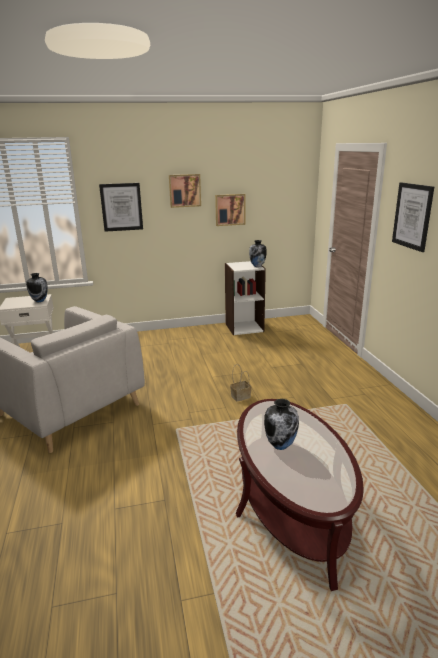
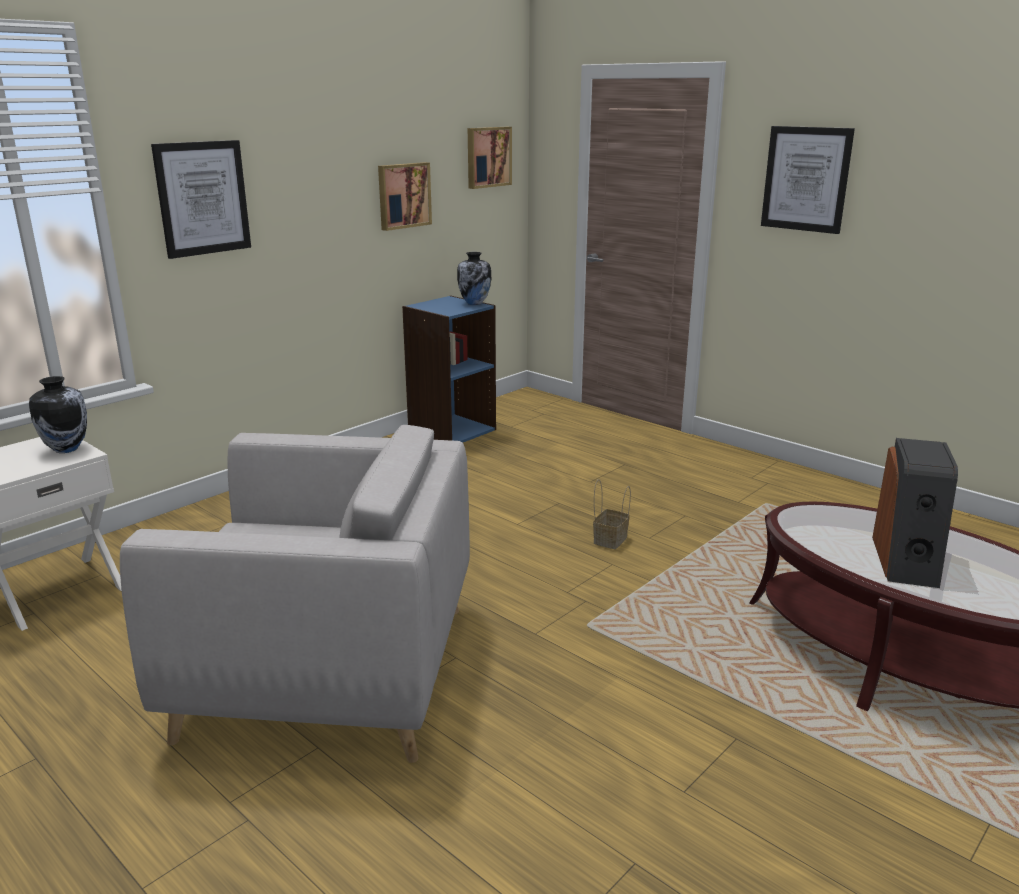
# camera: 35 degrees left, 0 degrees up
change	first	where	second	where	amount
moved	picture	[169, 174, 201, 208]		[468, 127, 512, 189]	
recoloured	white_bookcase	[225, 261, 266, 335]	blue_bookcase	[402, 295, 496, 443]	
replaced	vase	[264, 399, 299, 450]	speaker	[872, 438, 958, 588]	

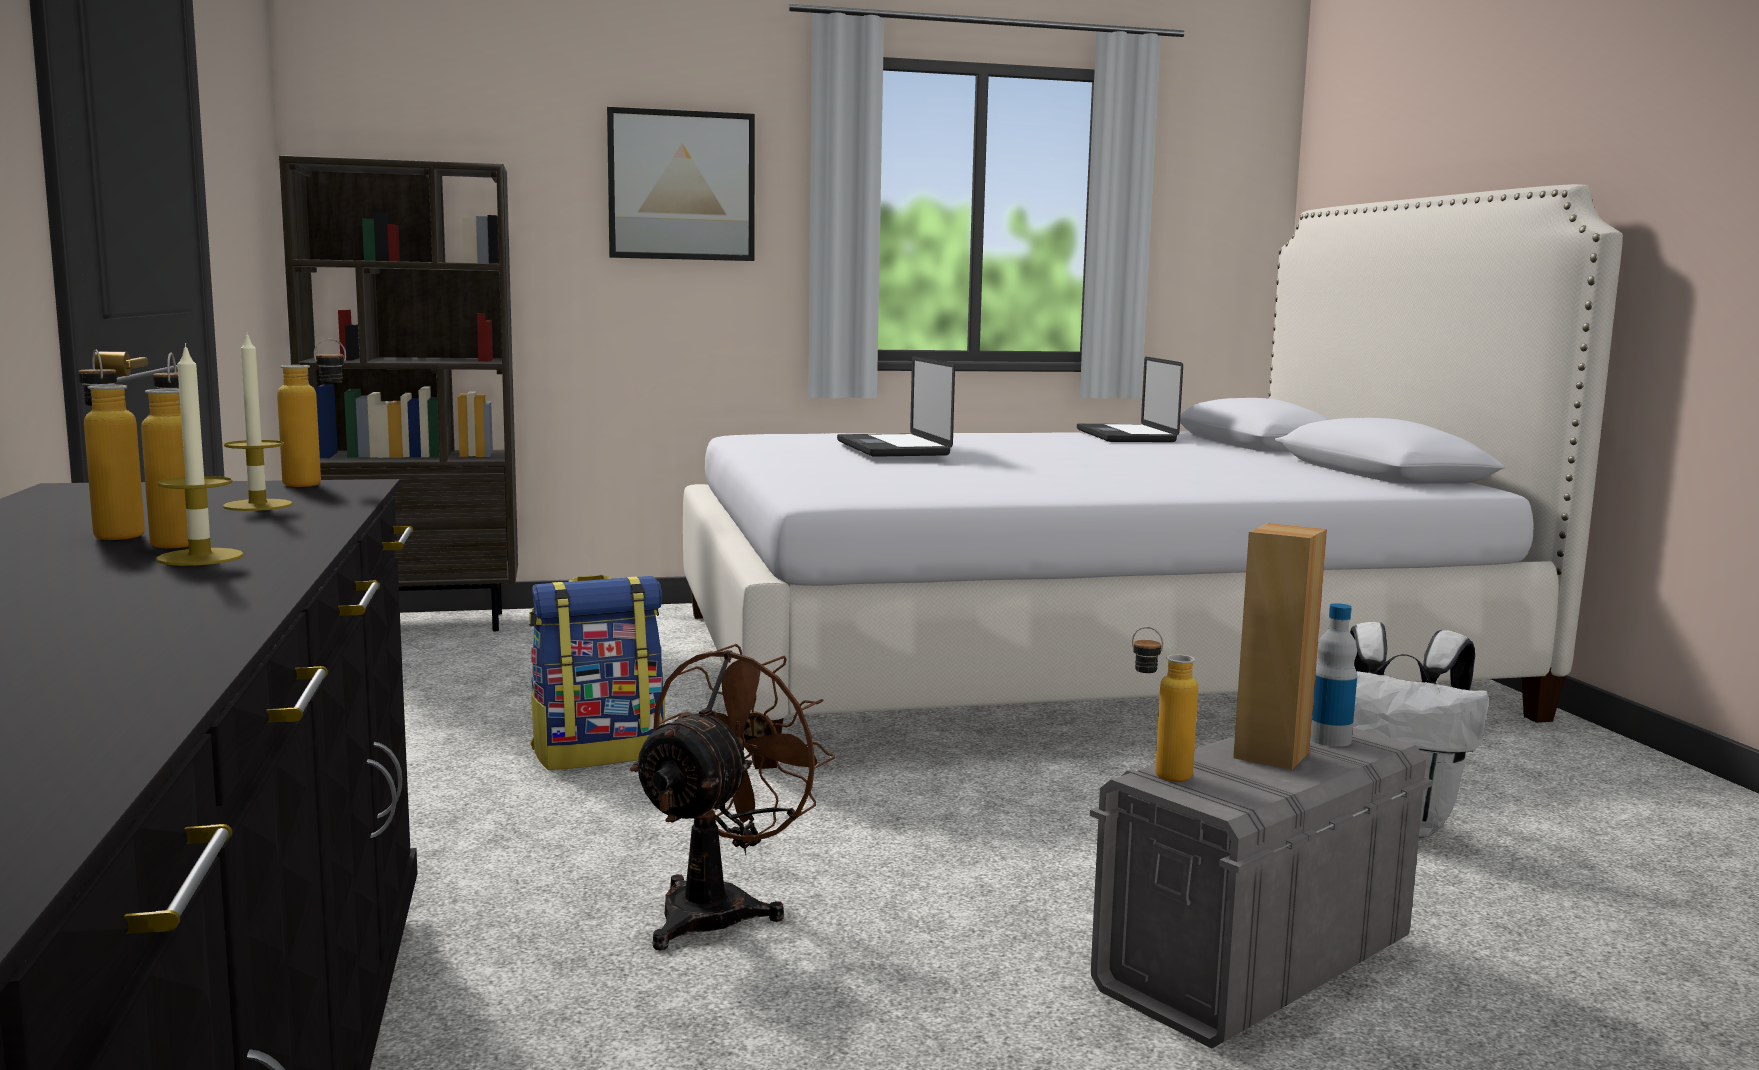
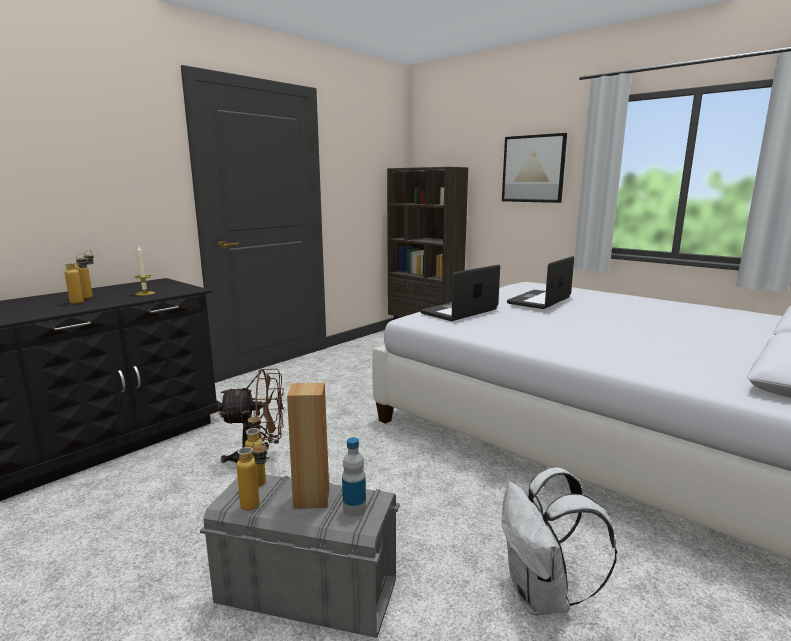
# camera: 55 degrees right, 5 degrees up
change	first	where	second	where	amount
removed	candle	[156, 343, 244, 566]			
moved	bottle	[277, 339, 346, 487]		[236, 441, 267, 511]	
removed	backpack	[529, 575, 665, 770]			
moved	laptop	[1077, 357, 1183, 442]		[421, 265, 500, 321]	

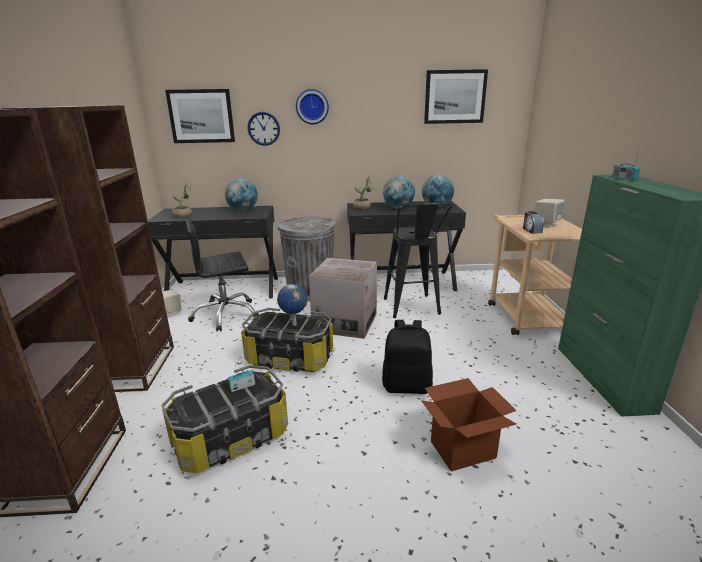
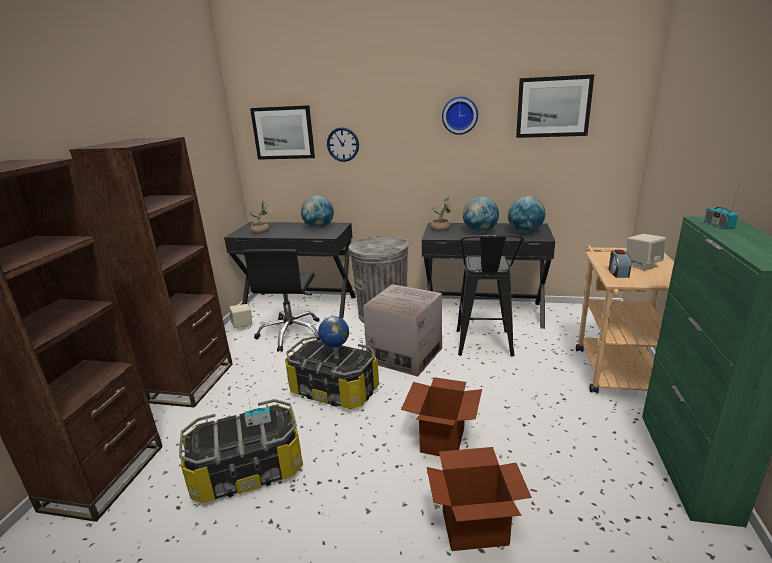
# camera: 15 degrees right, 0 degrees up
change	first	where	second	where	amount
turned	black_office_chair	[186, 219, 259, 331]		[243, 249, 320, 352]	75 degrees counterclockwise
moved	wall_clock	[296, 89, 329, 124]		[442, 97, 478, 135]	
replaced	black_backpack	[382, 320, 433, 394]	cardboard_box	[401, 377, 482, 456]	

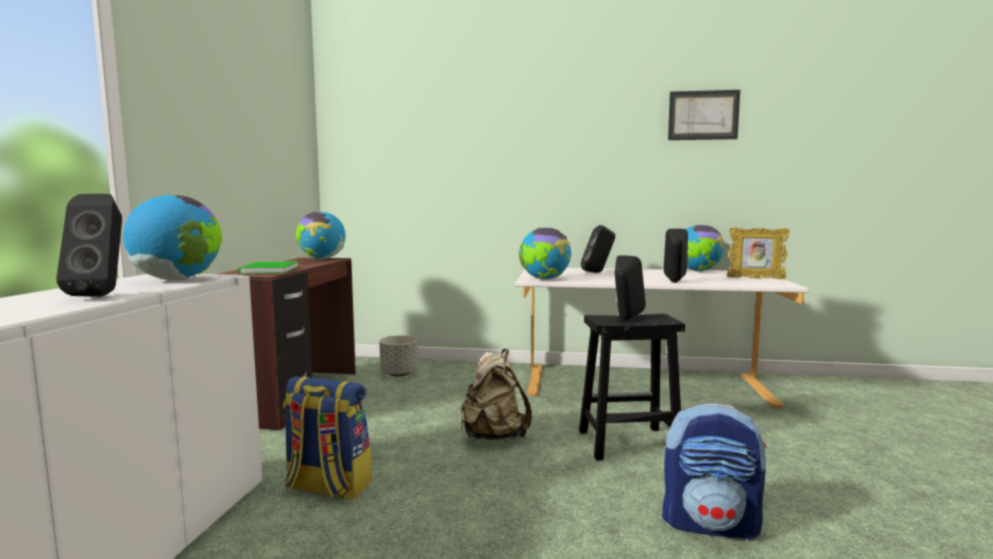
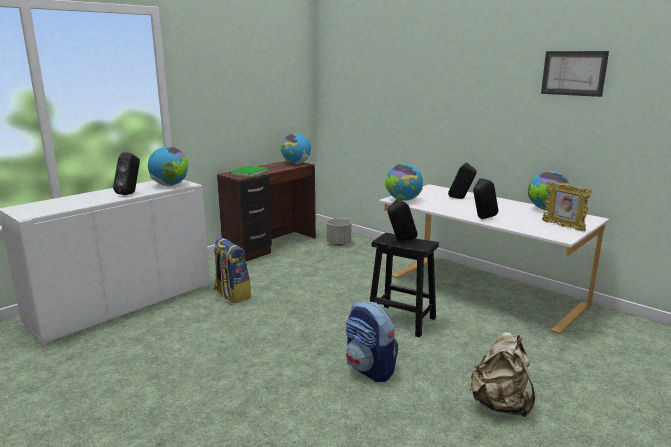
# camera: 35 degrees right, 10 degrees up
change	first	where	second	where	amount
moved	beige_backpack	[461, 349, 532, 440]		[469, 332, 535, 417]	

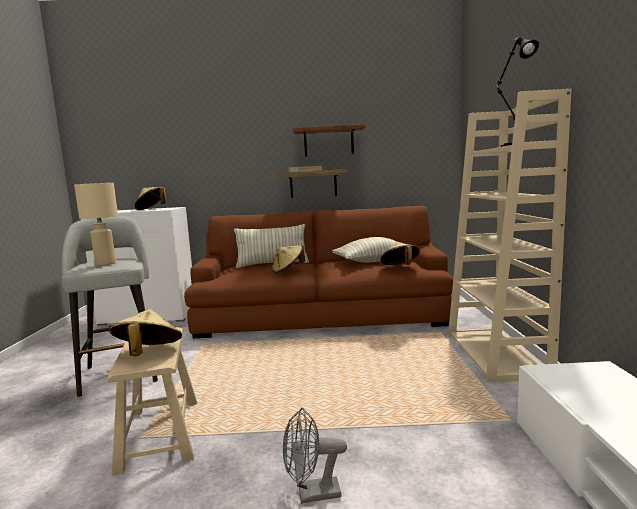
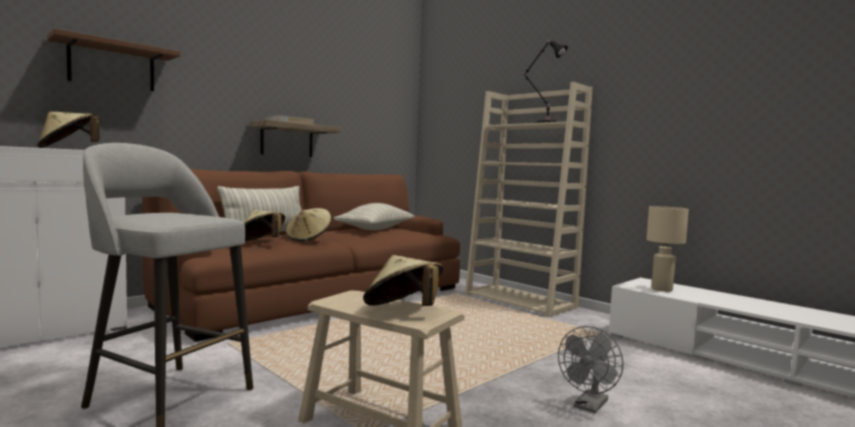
# camera: 45 degrees left, 5 degrees down
change	first	where	second	where	amount
moved	beige_table_lamp	[74, 183, 118, 266]		[646, 206, 689, 292]	
moved	brown_shelf	[293, 124, 365, 157]		[47, 28, 181, 91]	
moved	beige_hat	[381, 242, 420, 265]		[243, 210, 285, 241]	

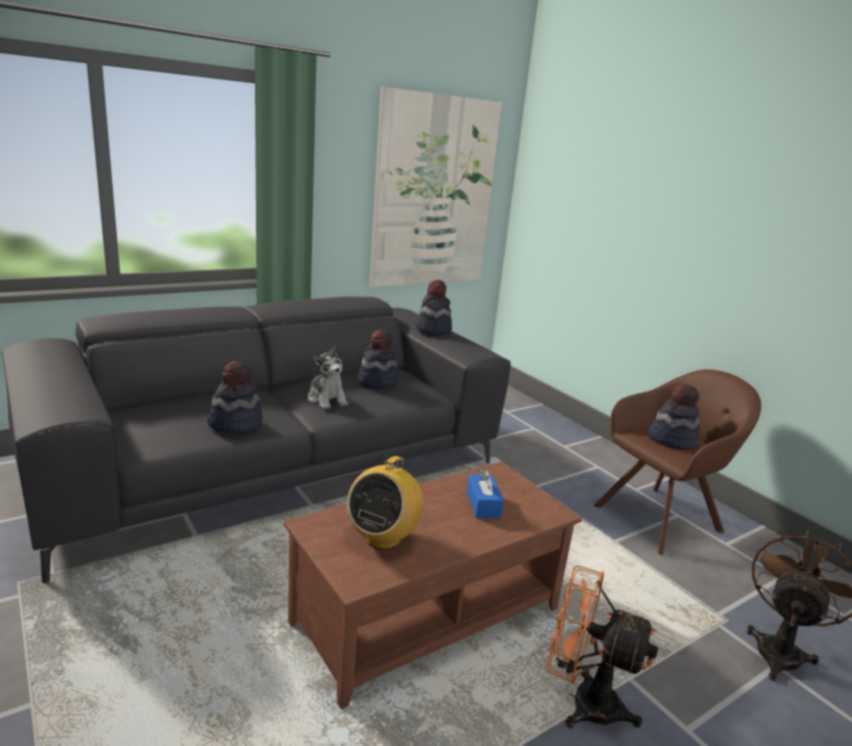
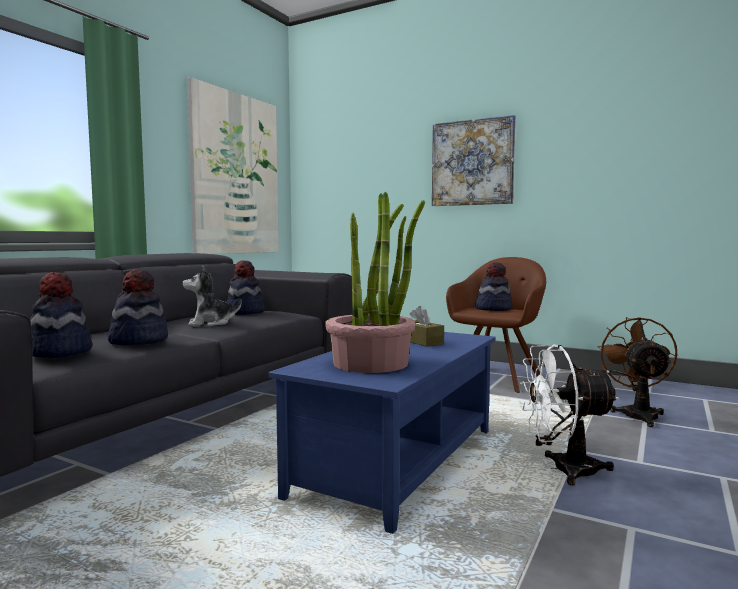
# camera: 25 degrees left, 15 degrees down
change	first	where	second	where	amount
recoloured	brown_coffee_table	[284, 462, 582, 709]	blue_coffee_table	[269, 332, 496, 534]	
turned	plush_toy	[308, 346, 348, 409]		[183, 266, 242, 326]	135 degrees clockwise
replaced	radio	[347, 454, 424, 549]	potted_plant	[325, 192, 425, 373]	
moved	hat	[416, 280, 452, 336]		[30, 272, 93, 358]	
recoloured	blue_tissue_box	[467, 469, 504, 518]	brown_tissue_box	[409, 306, 444, 347]	
recoloured	orange_fan	[546, 565, 658, 729]	white_fan	[520, 344, 619, 486]	
added			picture	[432, 115, 516, 206]	

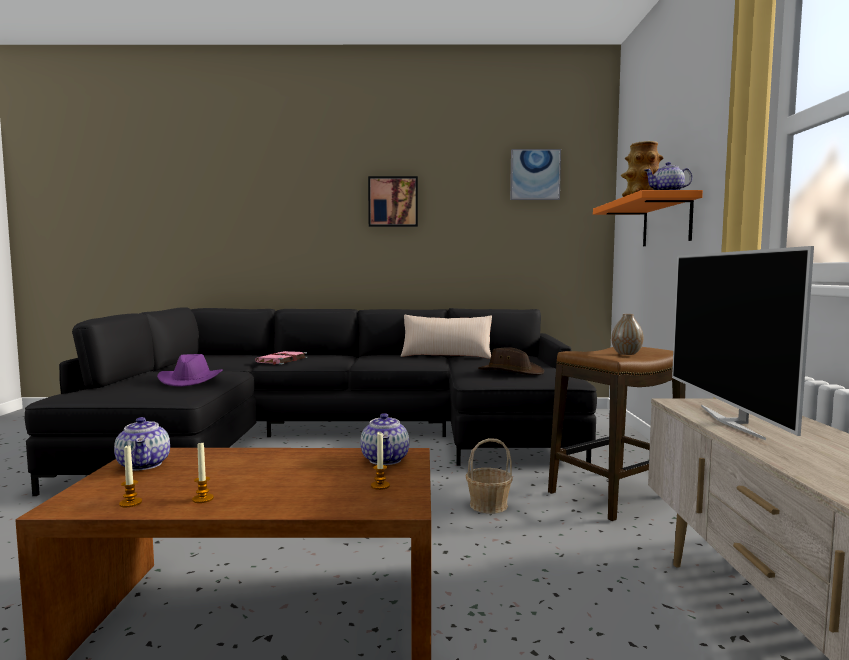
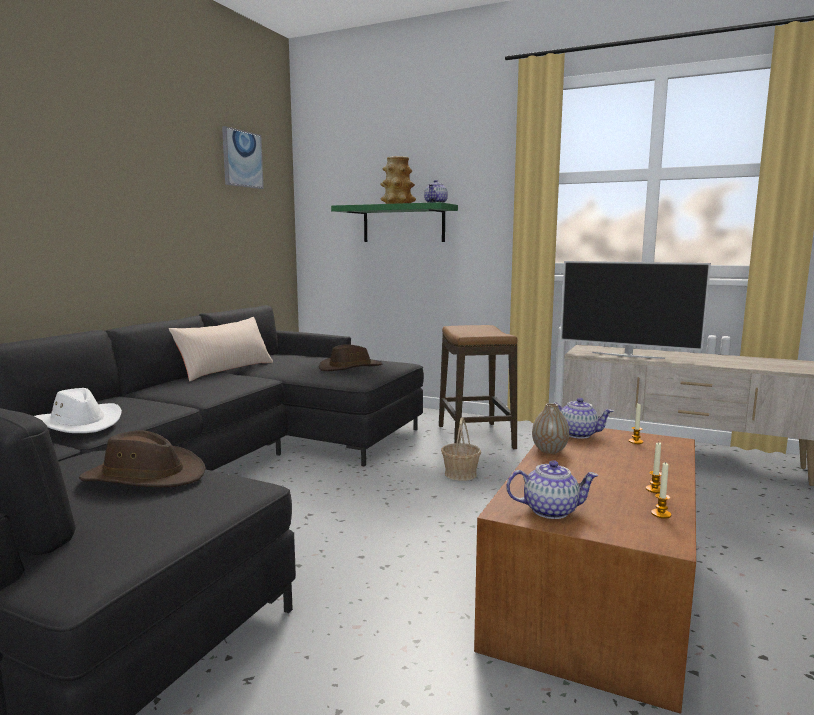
# camera: 65 degrees left, 5 degrees up
change	first	where	second	where	amount
recoloured	purple_hat	[157, 354, 223, 387]	brown_hat	[79, 430, 206, 487]	
replaced	pink_book	[255, 351, 307, 365]	white_hat	[35, 388, 122, 433]	
removed	picture	[368, 176, 418, 227]			
recoloured	orange_shelf	[593, 190, 703, 246]	green_shelf	[331, 202, 458, 242]	
moved	vase	[611, 314, 643, 355]		[532, 403, 569, 454]	

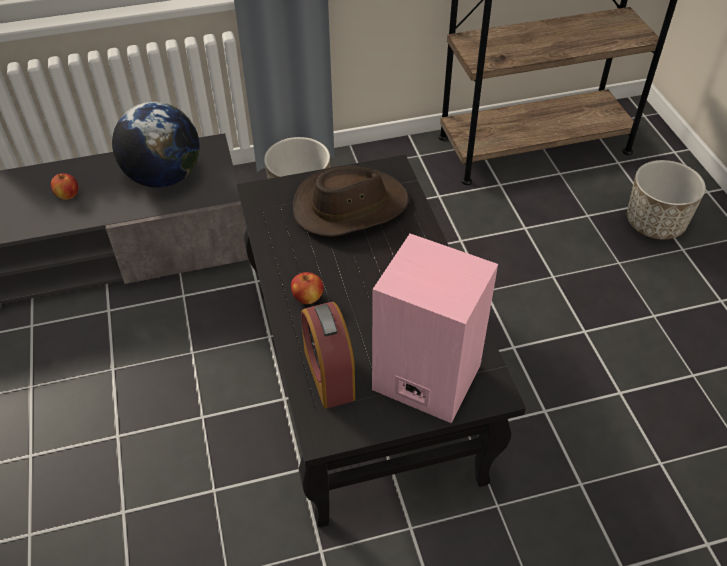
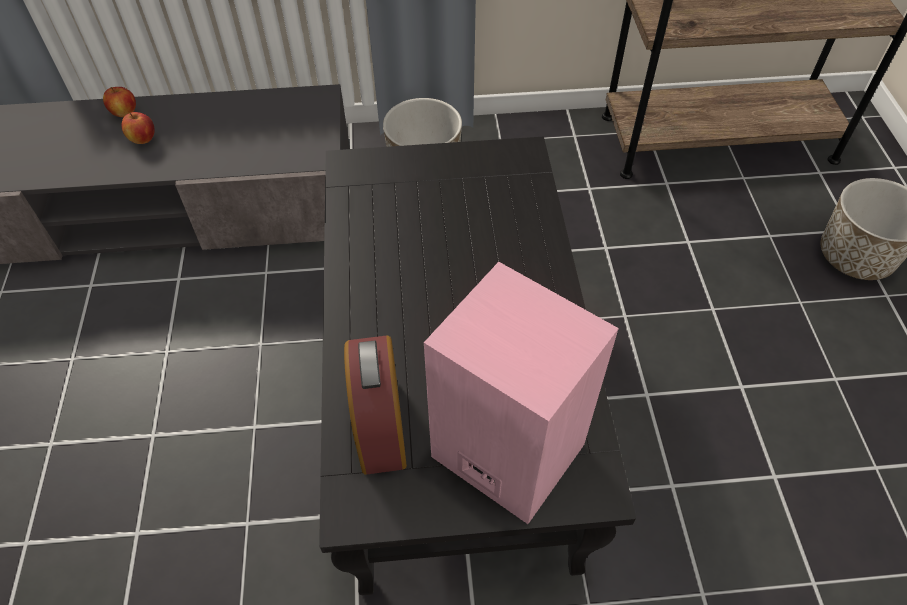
# camera: 10 degrees right, 5 degrees up
change	first	where	second	where	amount
removed	globe	[112, 102, 200, 188]			
moved	apple	[291, 272, 324, 304]		[103, 87, 136, 117]	
removed	brown_hat	[293, 165, 409, 237]			

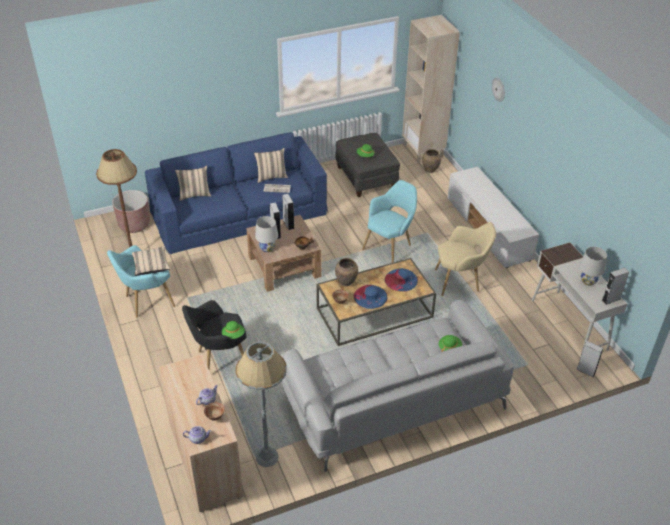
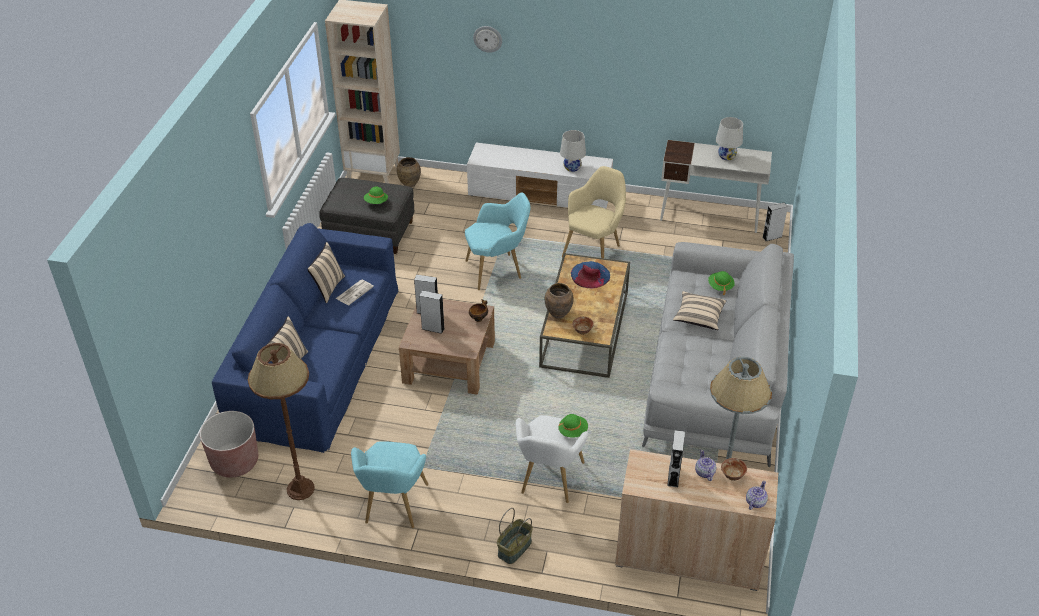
# camera: 55 degrees left, 0 degrees up
change	first	where	second	where	amount
moved	beige_pillow	[132, 246, 170, 276]		[673, 291, 726, 330]	
recoloured	black_armchair	[182, 300, 246, 369]	white_armchair	[516, 415, 588, 503]	
moved	white_table_lamp	[255, 216, 278, 252]		[560, 130, 586, 172]	
removed	blue_hat	[354, 285, 387, 309]			
turned	turquoise_armchair	[362, 180, 417, 263]		[465, 193, 531, 290]	90 degrees clockwise
moved	grey_speaker	[602, 268, 629, 305]		[667, 430, 685, 487]	
added			basket	[497, 508, 533, 564]	

